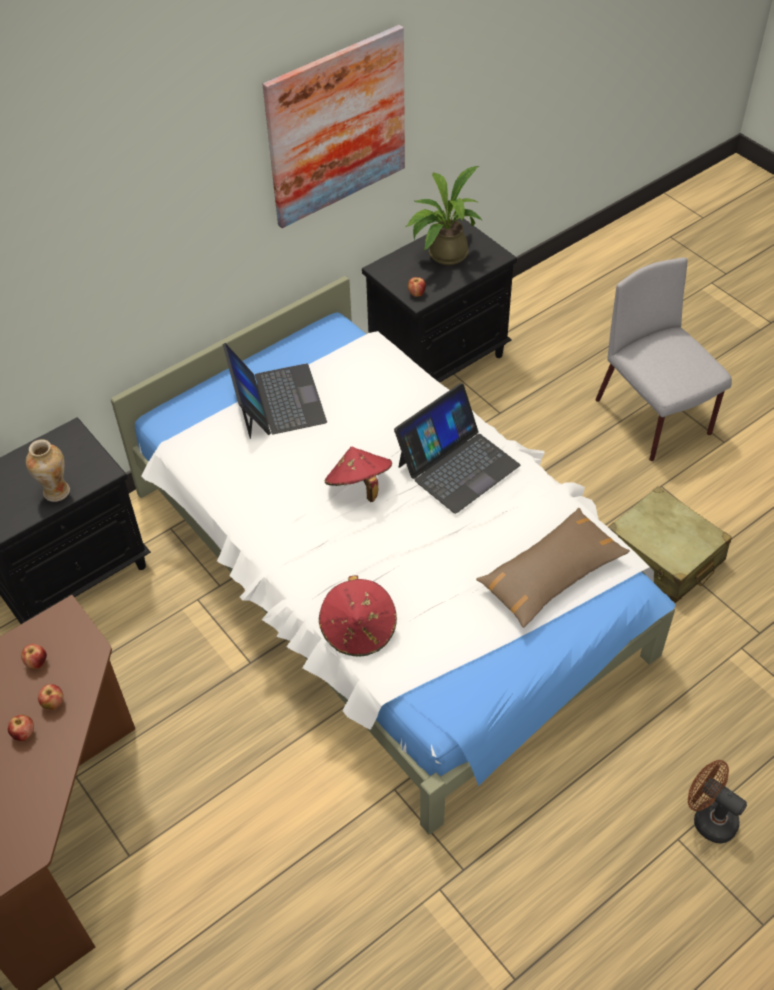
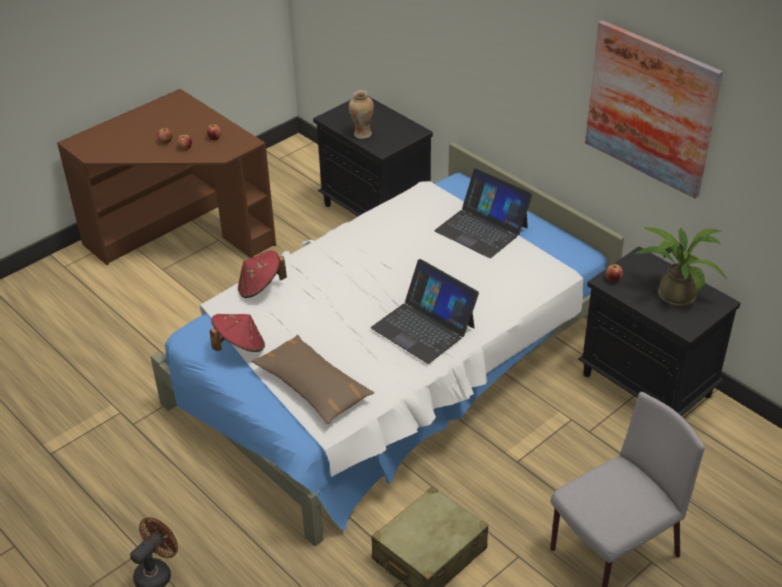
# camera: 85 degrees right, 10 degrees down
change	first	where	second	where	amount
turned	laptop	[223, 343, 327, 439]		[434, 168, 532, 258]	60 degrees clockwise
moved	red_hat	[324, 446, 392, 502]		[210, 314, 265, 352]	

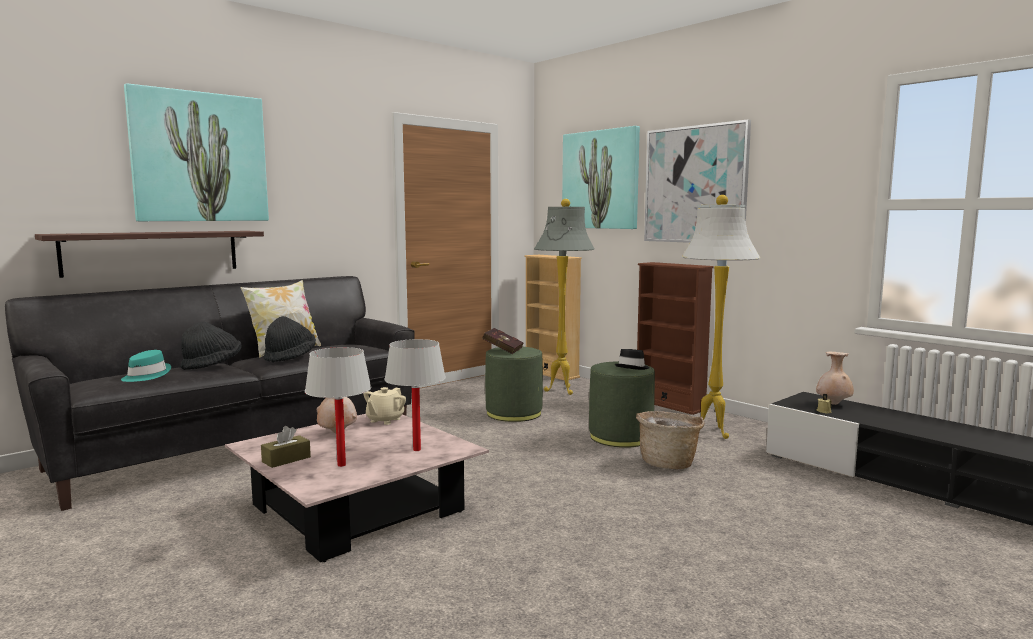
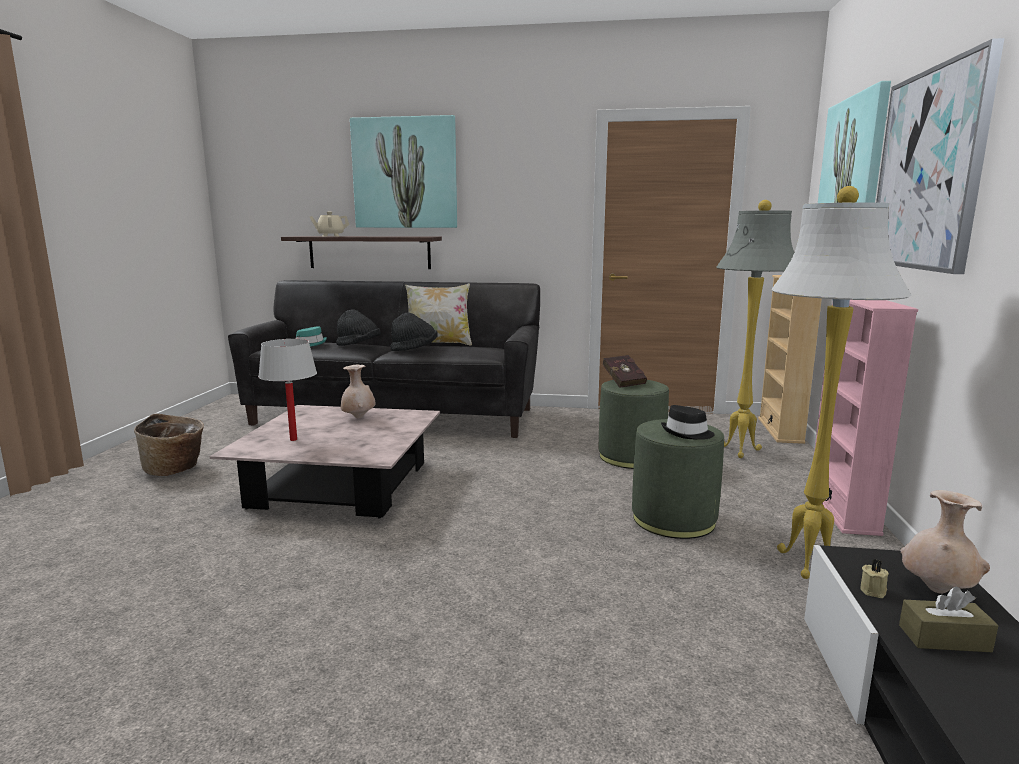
# camera: 50 degrees right, 5 degrees up
change	first	where	second	where	amount
moved	brown_tissue_box	[261, 426, 311, 468]		[899, 587, 999, 652]	
moved	beige_teapot	[364, 387, 406, 425]		[310, 212, 349, 237]	
removed	white_table_lamp	[384, 339, 446, 451]			
moved	basket	[636, 411, 704, 469]		[134, 414, 204, 476]	
recoloured	brown_bookcase	[637, 262, 714, 415]	pink_bookcase	[814, 300, 918, 536]	

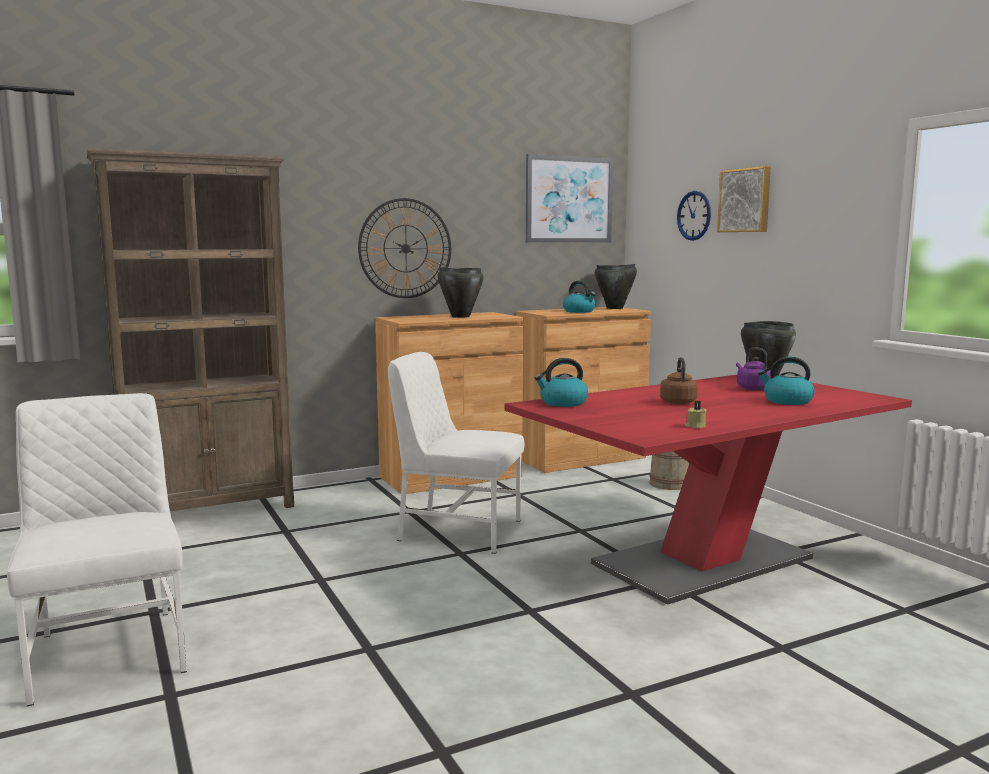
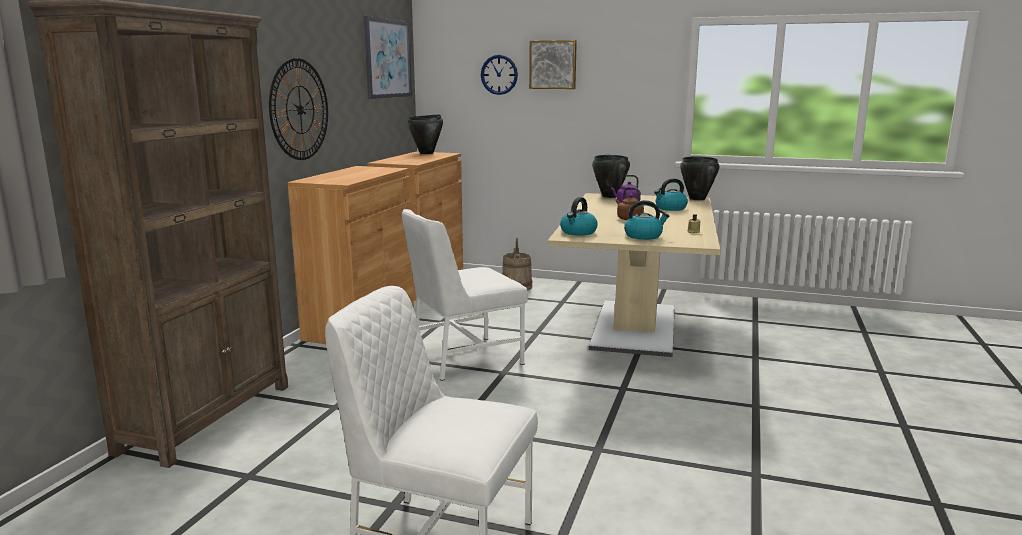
# camera: 45 degrees left, 5 degrees up
change	first	where	second	where	amount
moved	black_cooking_pot	[438, 267, 483, 318]		[680, 156, 719, 200]	
recoloured	red_dining_table	[505, 375, 912, 605]	beige_dining_table	[547, 193, 720, 357]	
moved	kettle	[563, 281, 596, 313]		[624, 200, 669, 240]	

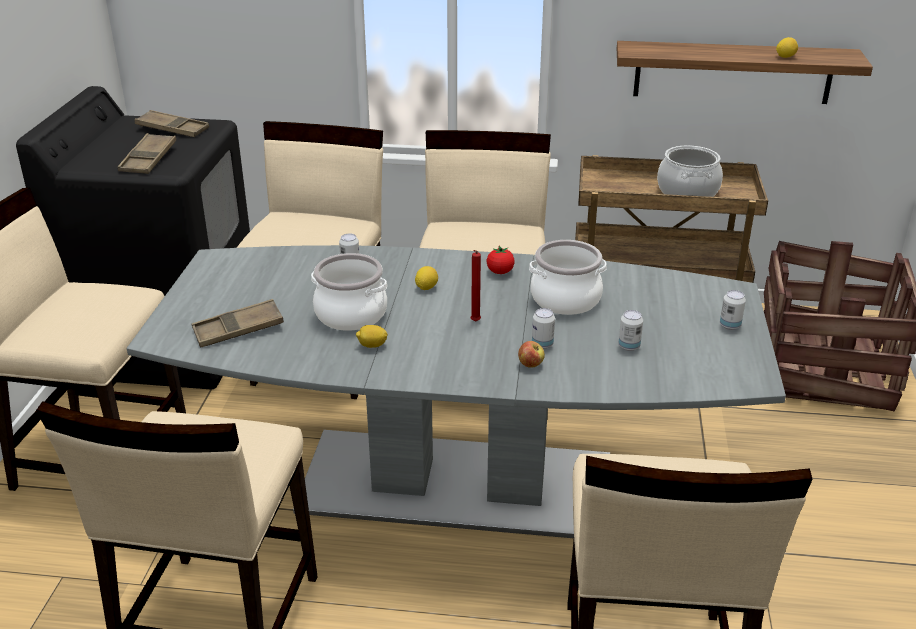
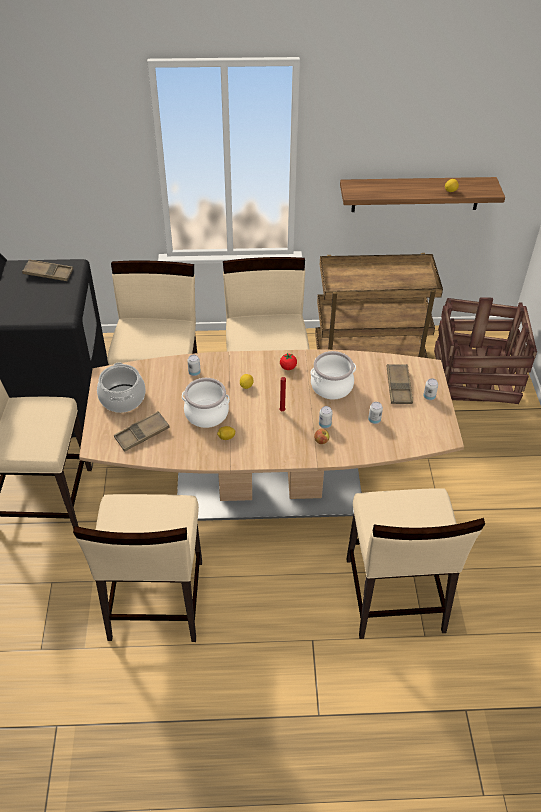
# camera: 10 degrees left, 15 degrees up
change	first	where	second	where	amount
moved	brown_tray	[118, 133, 176, 174]		[387, 364, 413, 404]	
recoloured	grey_dining_table	[127, 245, 786, 538]	brown_dining_table	[79, 350, 464, 521]	
moved	cooking_pot	[657, 145, 723, 197]		[97, 363, 146, 413]	

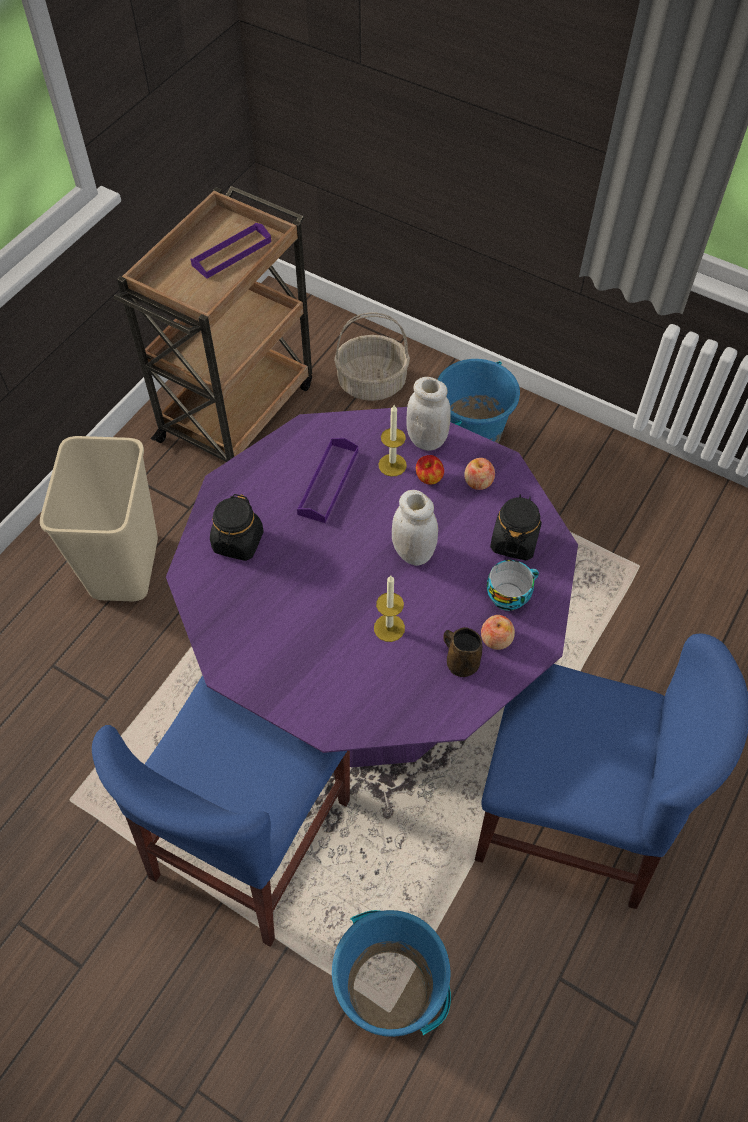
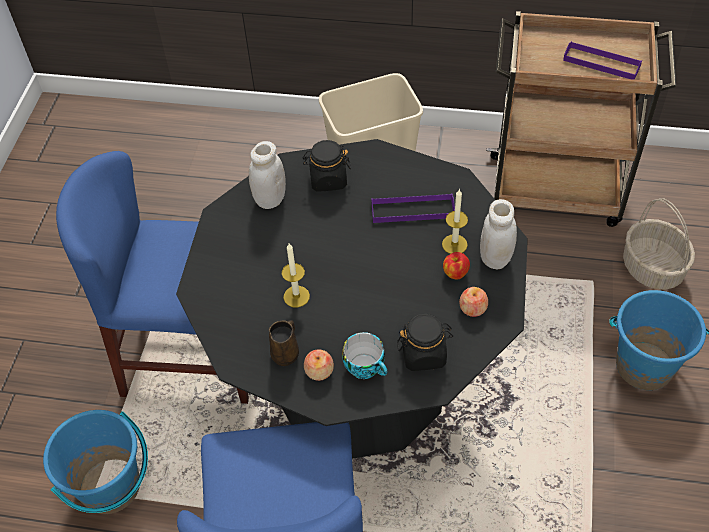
# camera: 70 degrees right, 5 degrees down
change	first	where	second	where	amount
recoloured	purple_dining_table	[166, 407, 578, 767]	black_dining_table	[176, 139, 528, 459]	
moved	white_jar	[392, 490, 438, 566]		[249, 141, 286, 209]	

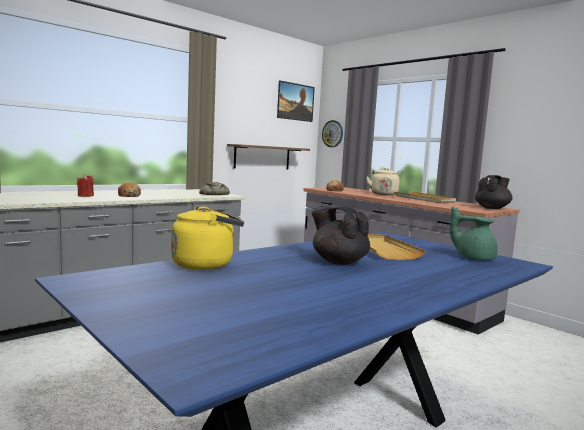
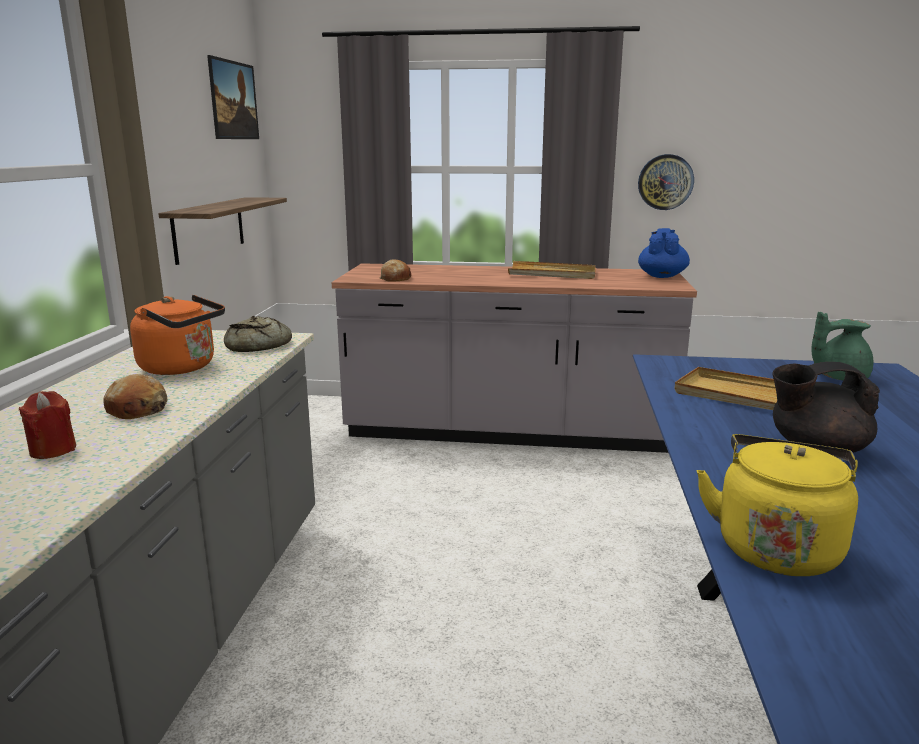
# camera: 40 degrees left, 10 degrees up
change	first	where	second	where	amount
moved	wall_clock	[322, 120, 343, 147]		[638, 154, 694, 210]	
removed	beige_kettle	[366, 168, 400, 195]			
recoloured	black_teapot	[475, 175, 512, 209]	blue_teapot	[638, 228, 690, 278]	
added			orange_kettle	[130, 295, 225, 375]	

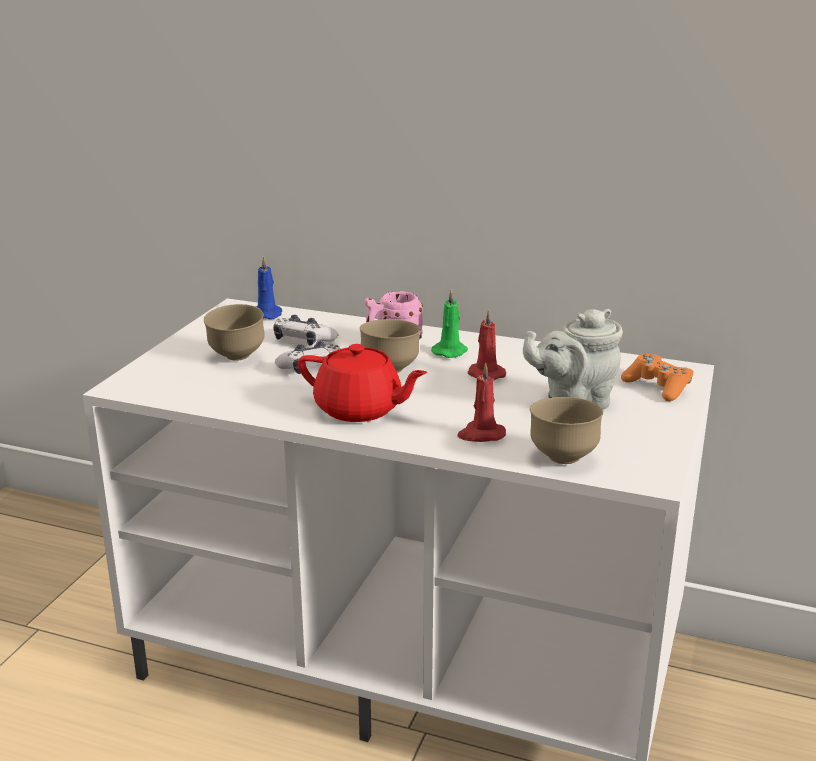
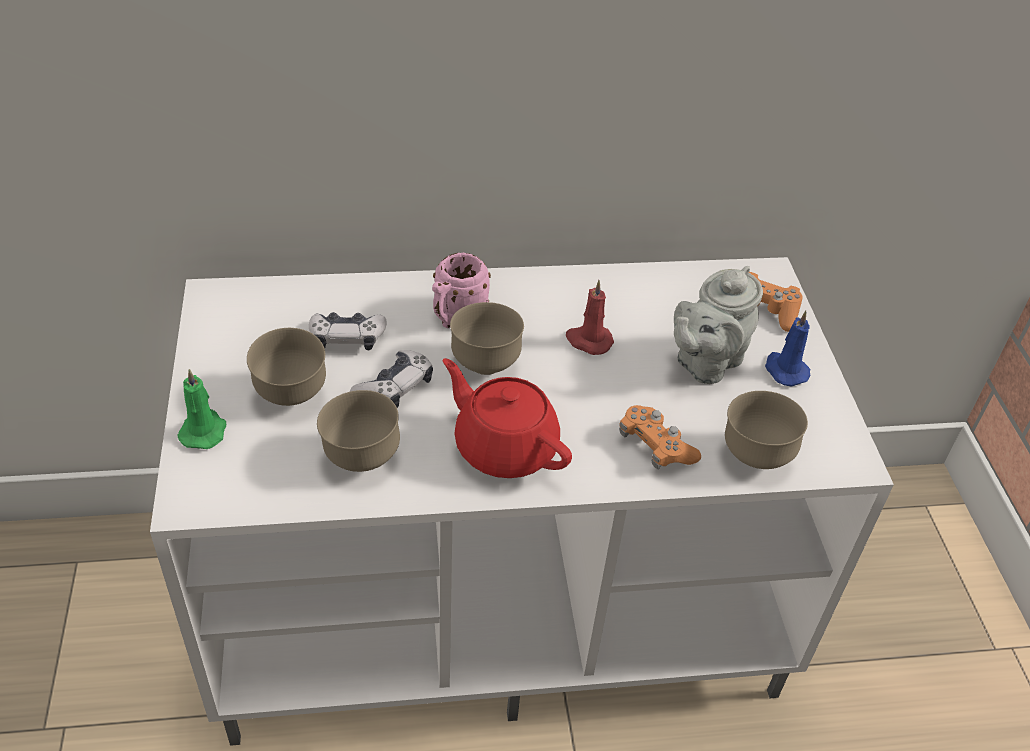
# camera: 30 degrees left, 20 degrees up
change	first	where	second	where	amount
moved	blue_candle	[256, 256, 282, 319]		[765, 311, 810, 386]	
turned	red_teapot	[298, 344, 427, 422]		[443, 358, 572, 478]	135 degrees counterclockwise
moved	green_candle	[431, 289, 468, 358]		[177, 369, 226, 449]	
replaced	red_candle	[457, 362, 506, 442]	orange_game_controller	[619, 405, 701, 469]	
added			brown_bowl	[317, 390, 400, 472]	

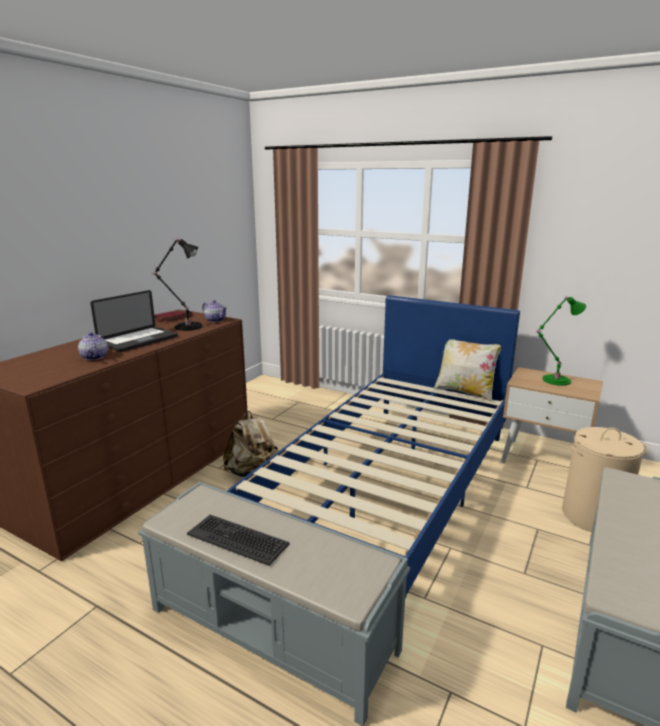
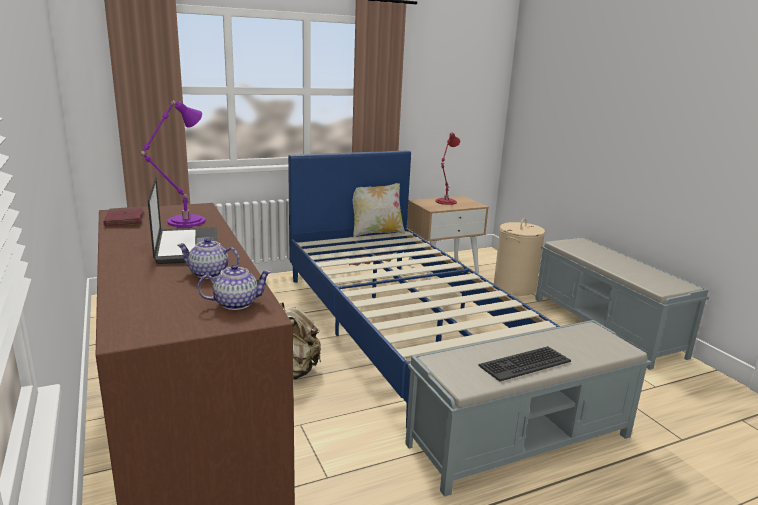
# camera: 55 degrees left, 0 degrees up
change	first	where	second	where	amount
recoloured	black_table_lamp	[152, 238, 202, 331]	purple_table_lamp	[140, 101, 205, 227]	
moved	teapot	[202, 300, 227, 322]		[197, 264, 272, 310]	
recoloured	green_table_lamp	[537, 296, 586, 386]	red_table_lamp	[435, 132, 460, 205]	

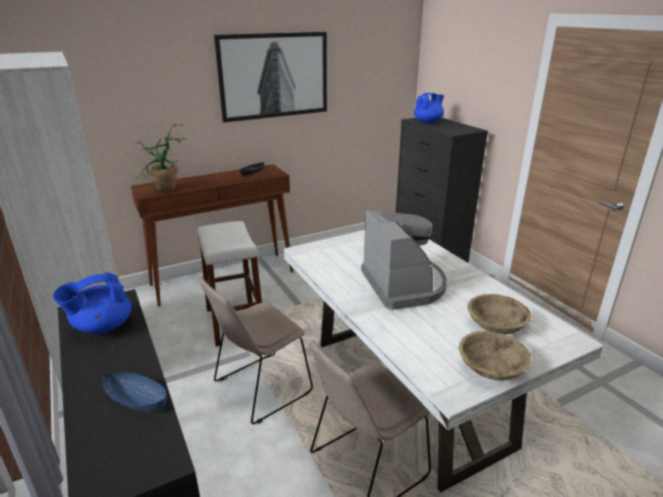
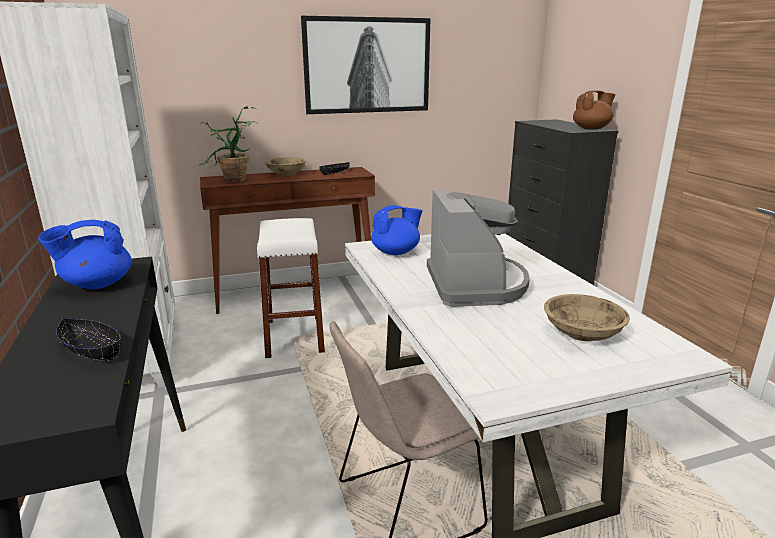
# camera: 10 degrees right, 5 degrees down
change	first	where	second	where	amount
recoloured	blue_bowl	[102, 373, 167, 411]	black_bowl	[56, 318, 121, 361]	
removed	beige_chair	[199, 277, 313, 424]			
moved	blue_teapot	[414, 93, 444, 123]		[371, 205, 423, 255]	
moved	beige_bowl	[459, 331, 531, 381]		[265, 157, 306, 176]	
added			brown_teapot	[573, 90, 615, 130]	

